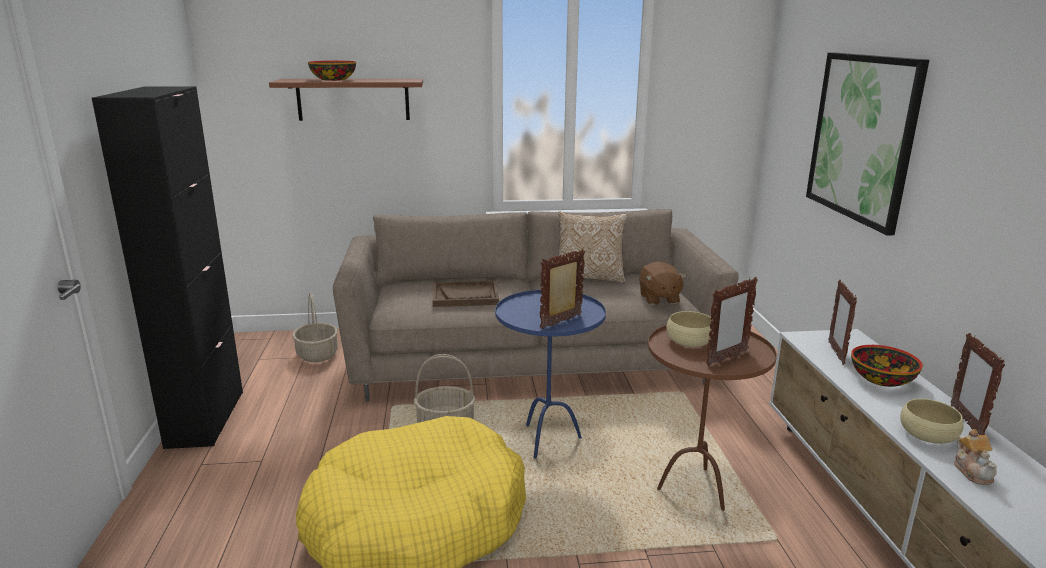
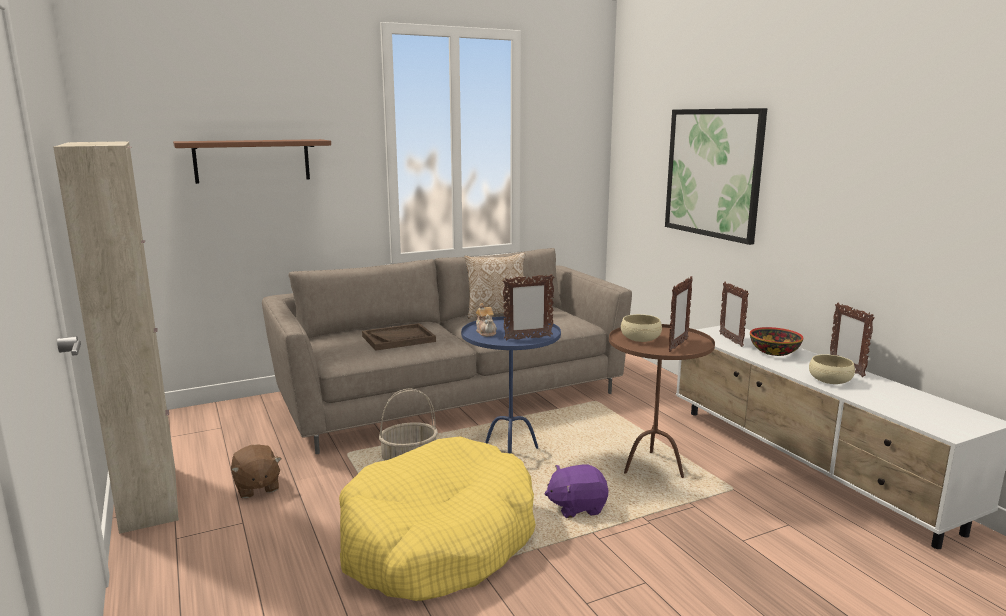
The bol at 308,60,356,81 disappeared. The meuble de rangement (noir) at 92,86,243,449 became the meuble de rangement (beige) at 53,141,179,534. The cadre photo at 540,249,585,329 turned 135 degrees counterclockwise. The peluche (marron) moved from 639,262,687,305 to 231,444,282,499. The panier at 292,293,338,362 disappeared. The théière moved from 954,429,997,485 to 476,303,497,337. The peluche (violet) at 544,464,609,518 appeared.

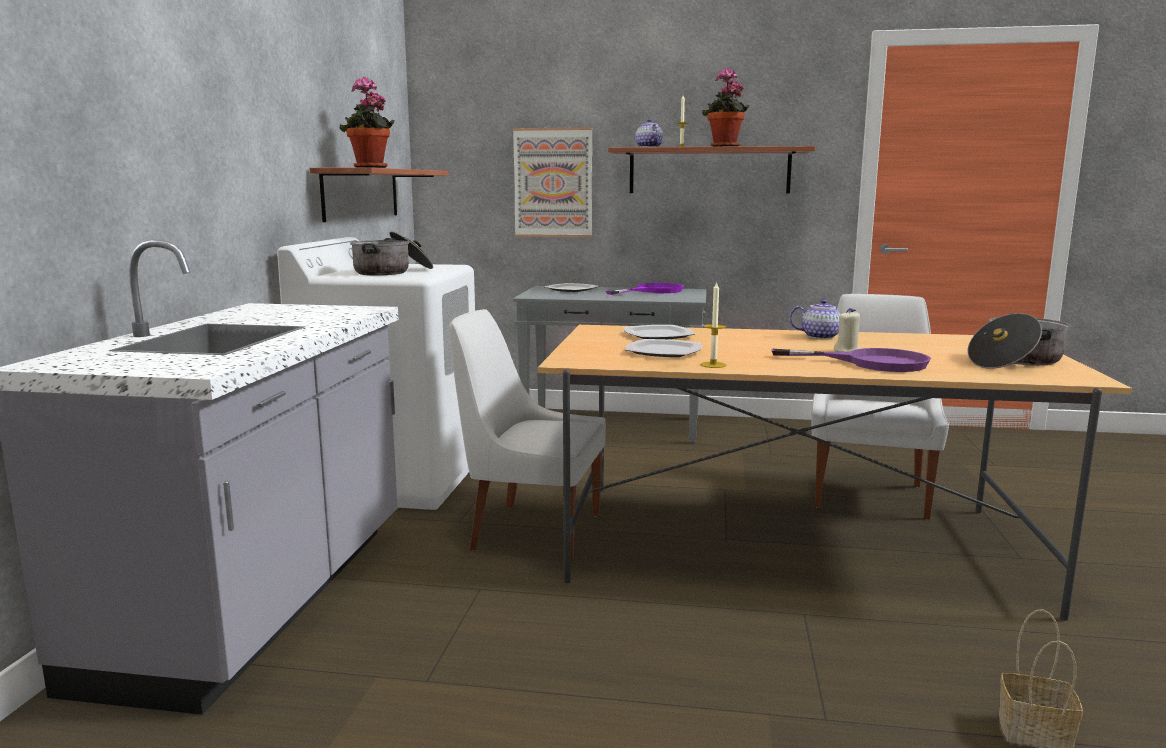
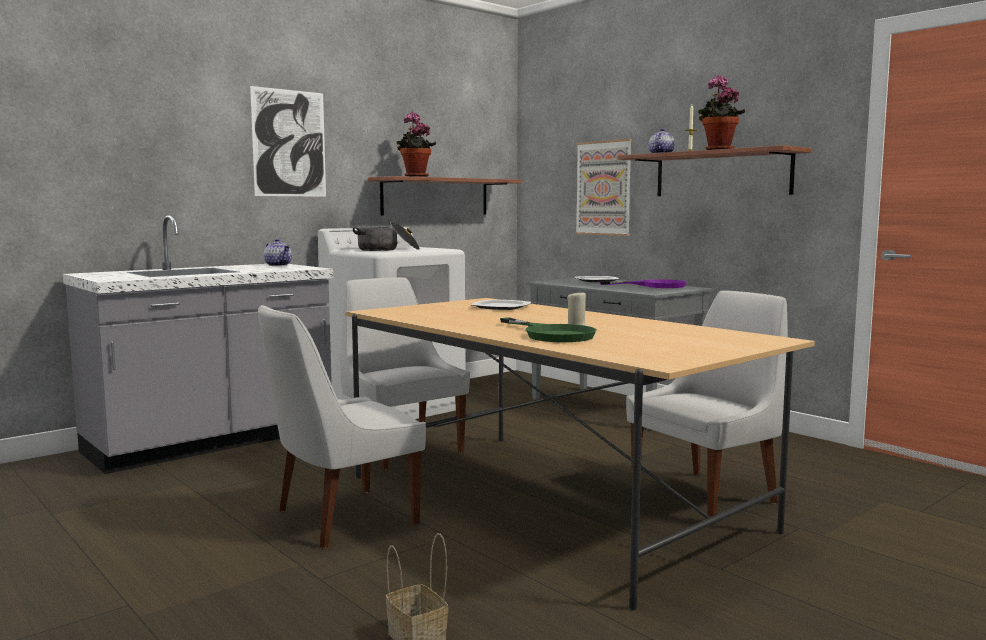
The bougie at 700,281,727,368 disappeared. The théière moved from 789,299,856,339 to 264,239,292,266. The marmite at 968,313,1070,369 disappeared. The assiette at 625,339,702,357 disappeared. The poêle (violet) at 771,348,931,372 became the poêle (vert) at 500,317,597,342. The tableau at 250,86,326,197 appeared. The chaise (blanc) at 258,305,426,548 appeared.

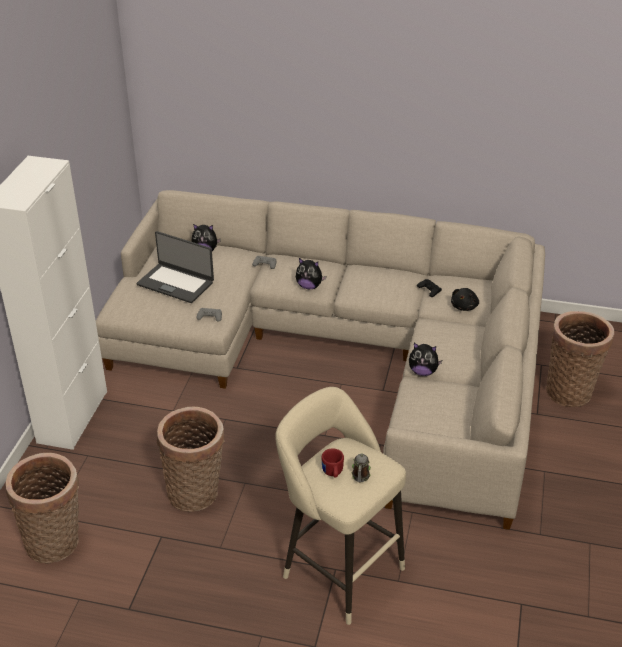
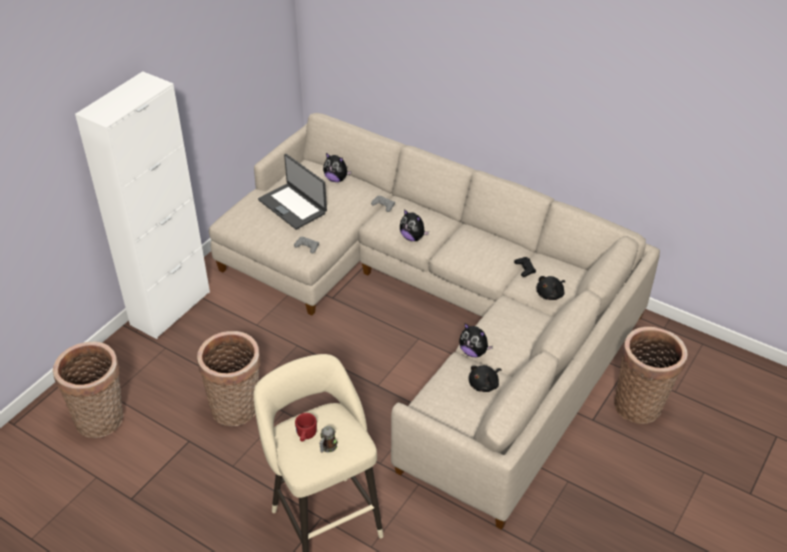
The peluche (noir) at 469,365,502,392 appeared.

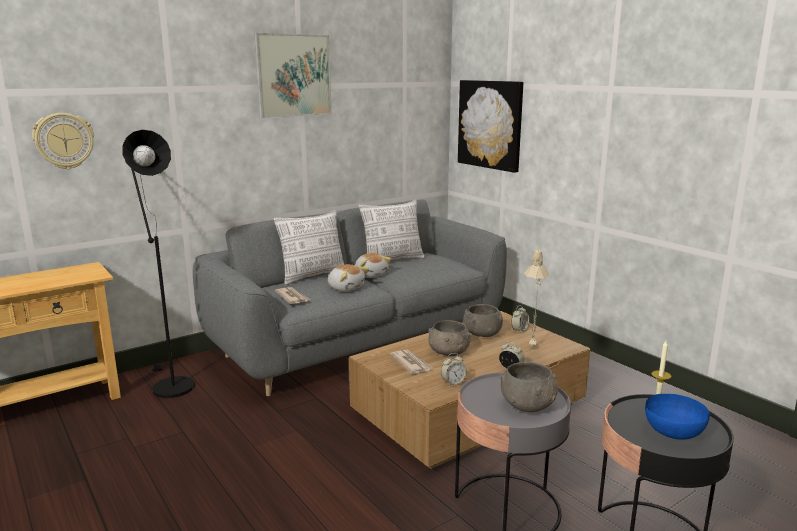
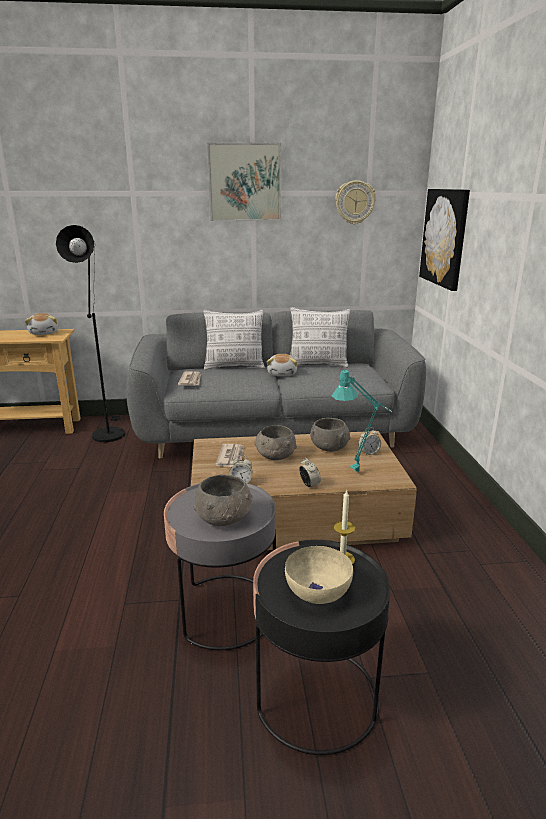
The horloge murale moved from 32,113,94,169 to 335,180,376,224. The lampe de table (beige) at 524,250,549,347 became the lampe de table (turquoise) at 332,370,392,474. The peluche moved from 328,264,369,291 to 25,313,58,335. The bol (bleu) at 645,394,710,440 became the bol (beige) at 285,546,353,604.

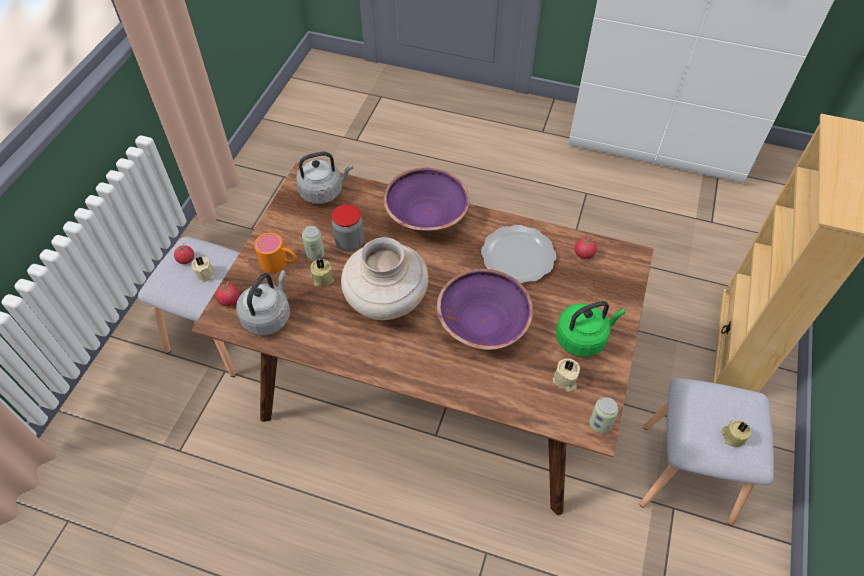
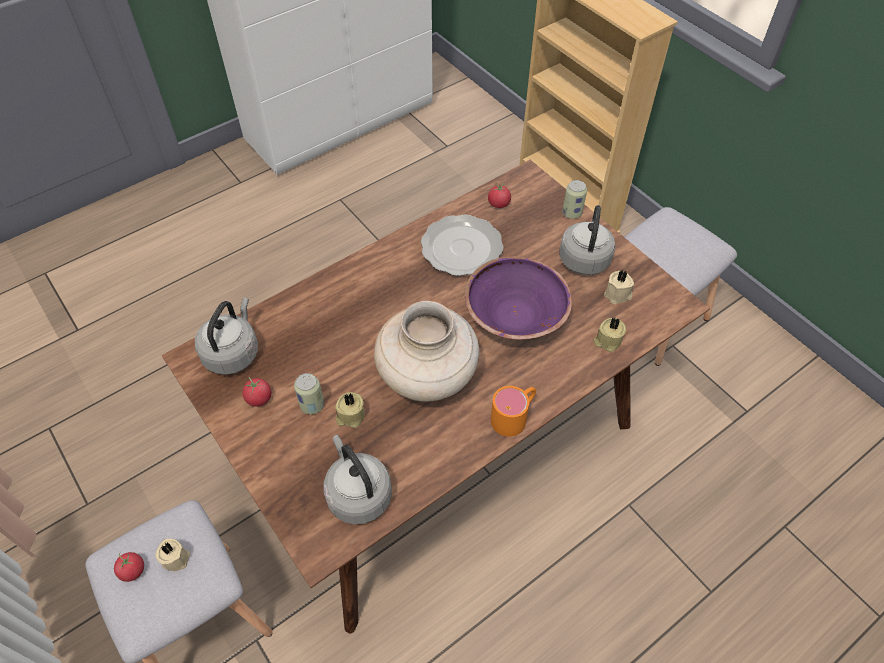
The bol (violet) at 383,168,469,231 disappeared. The bocal at 332,204,364,252 disappeared. The mug (orange) moved from 254,233,297,273 to 491,386,536,437. The tomate moved from 215,281,240,306 to 242,377,271,407. The bouilloire (vert) at 556,301,625,357 became the bouilloire (gris) at 559,205,615,275. The boîte métallique moved from 589,397,619,433 to 562,180,587,219. The bougie (beige) moved from 721,420,752,447 to 594,318,626,352.

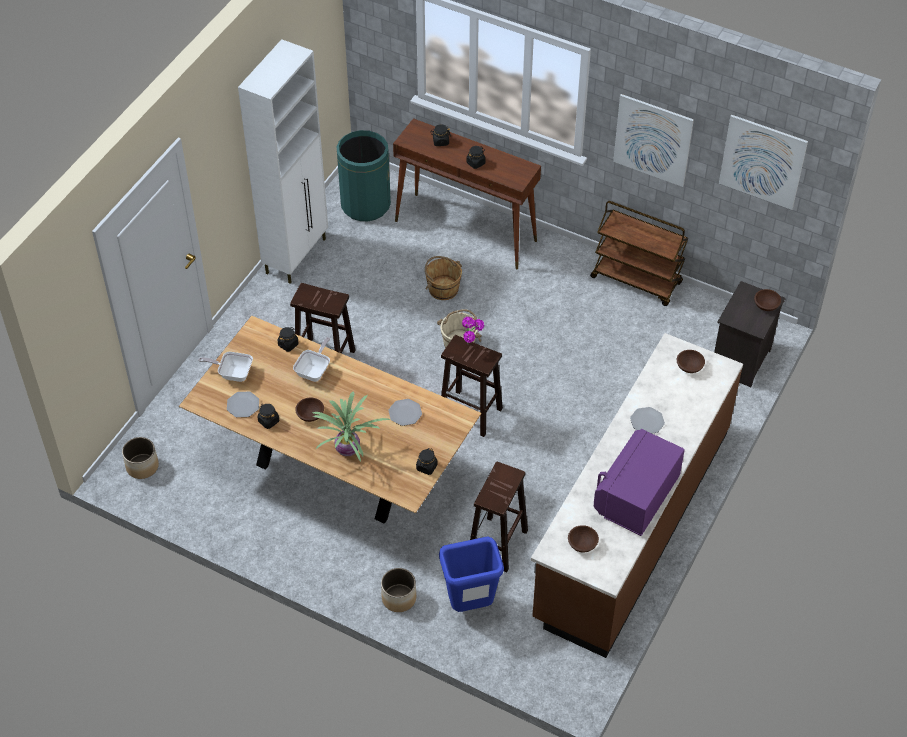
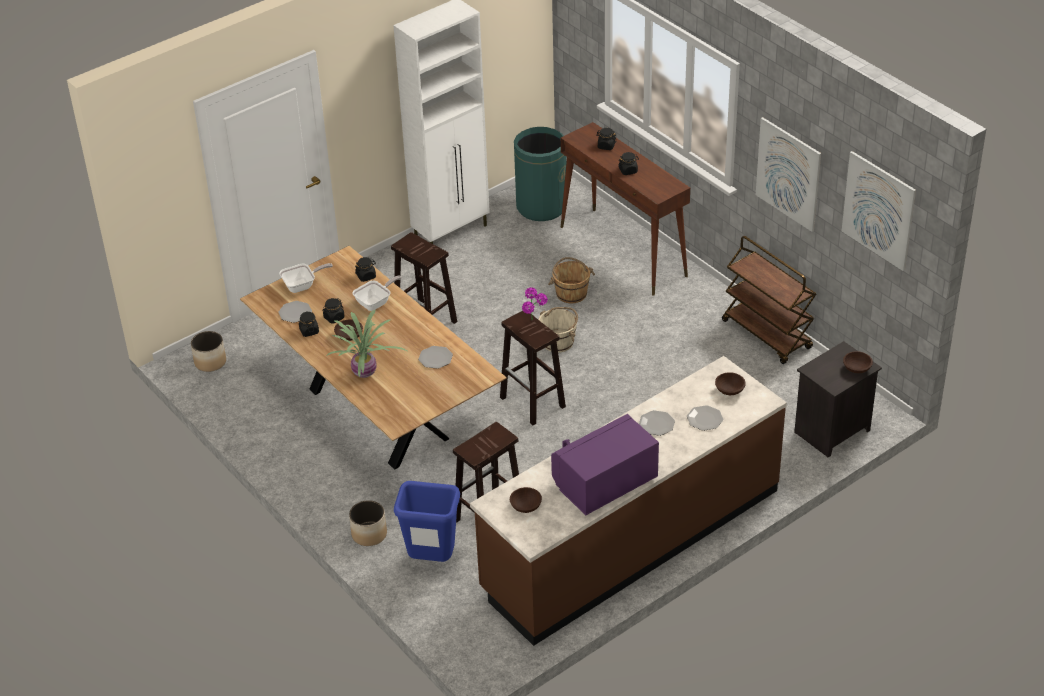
The poêle at 198,352,253,382 turned 120 degrees clockwise. The bocal (noir) moved from 416,448,438,475 to 322,298,345,324. The assiette at 687,405,723,431 appeared.

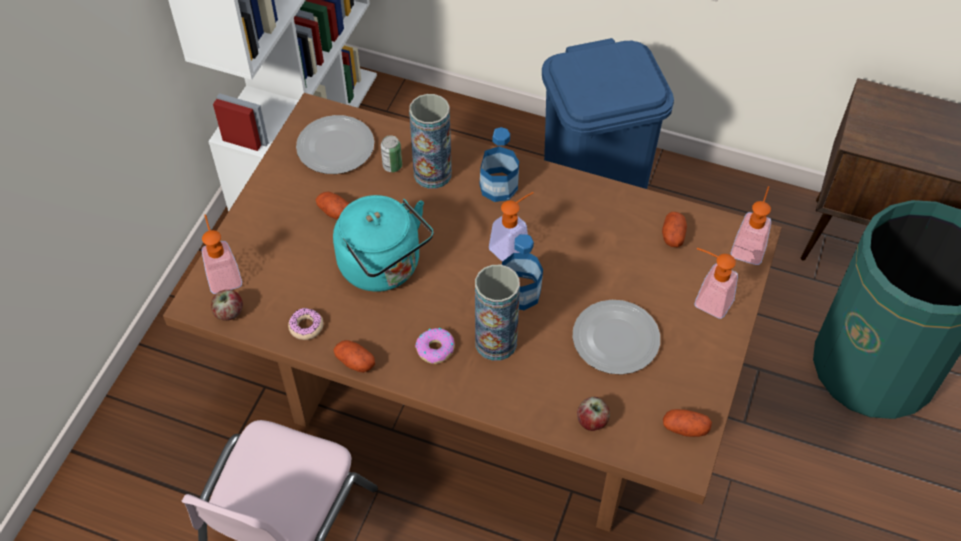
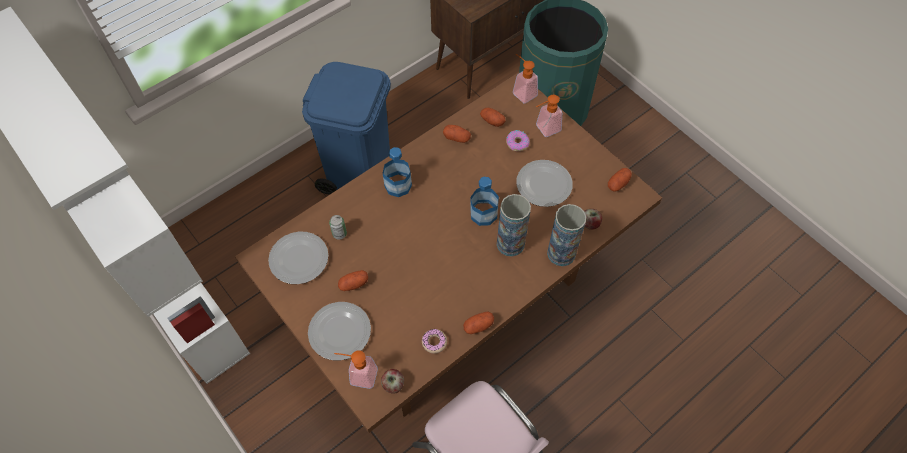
The vase moved from 409,94,452,189 to 547,204,586,266. The distributeur de savon at 489,192,534,262 disappeared. The bouilloire (turquoise) at 333,195,434,292 disappeared. The beignet moved from 415,328,455,364 to 506,130,530,151. The pomme de terre at 443,125,471,143 appeared. The assiette at 308,302,371,360 appeared.

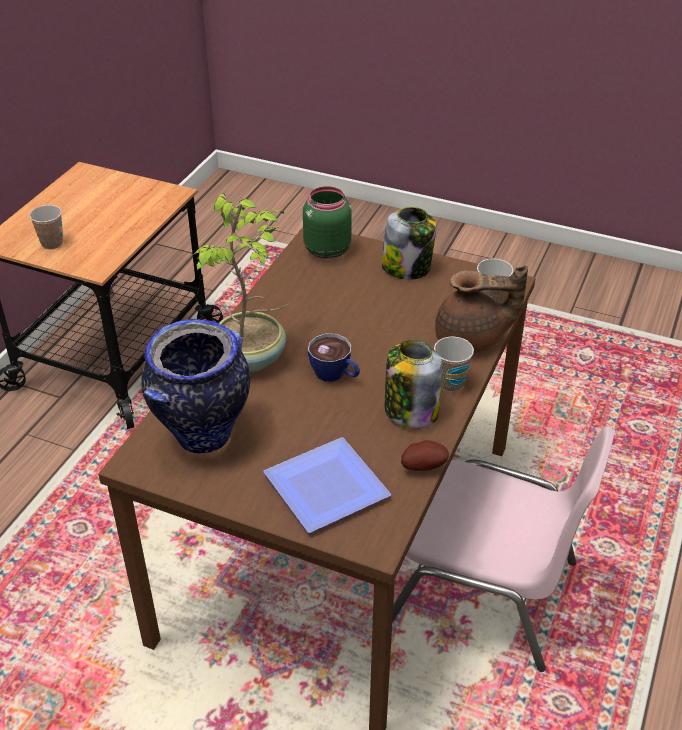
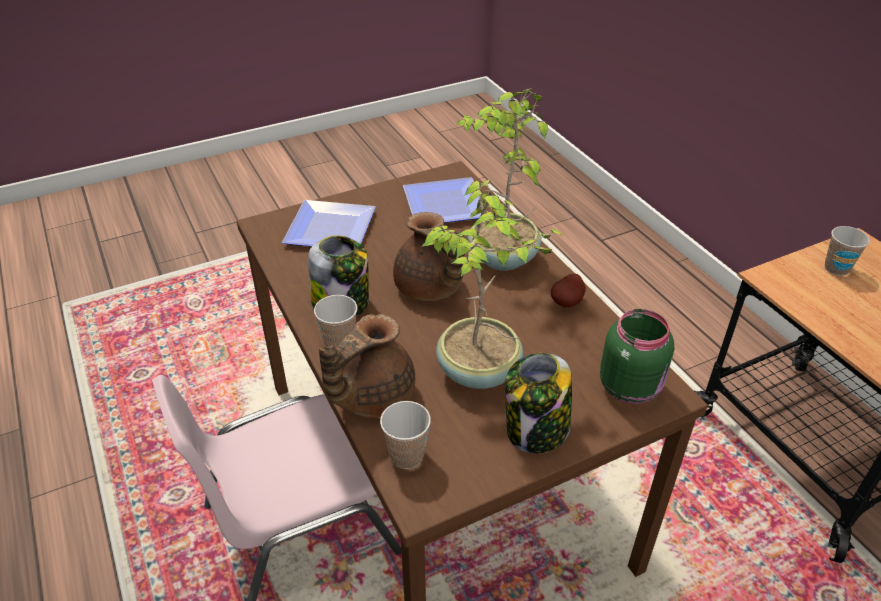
The vase at 141,319,250,454 was replaced by the assiette at 403,177,488,223. The tasse at 308,333,360,382 was replaced by the théière (marron) at 393,212,465,301. The pomme de terre moved from 401,440,449,471 to 551,274,586,308. The plante en pot at 421,180,562,389 appeared.

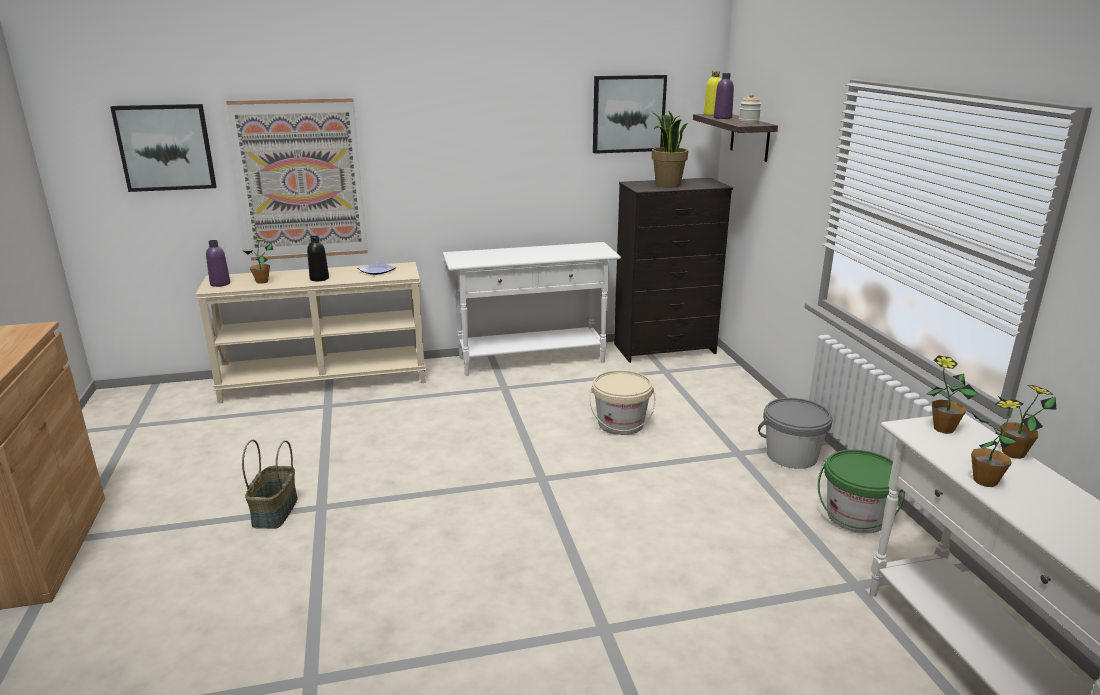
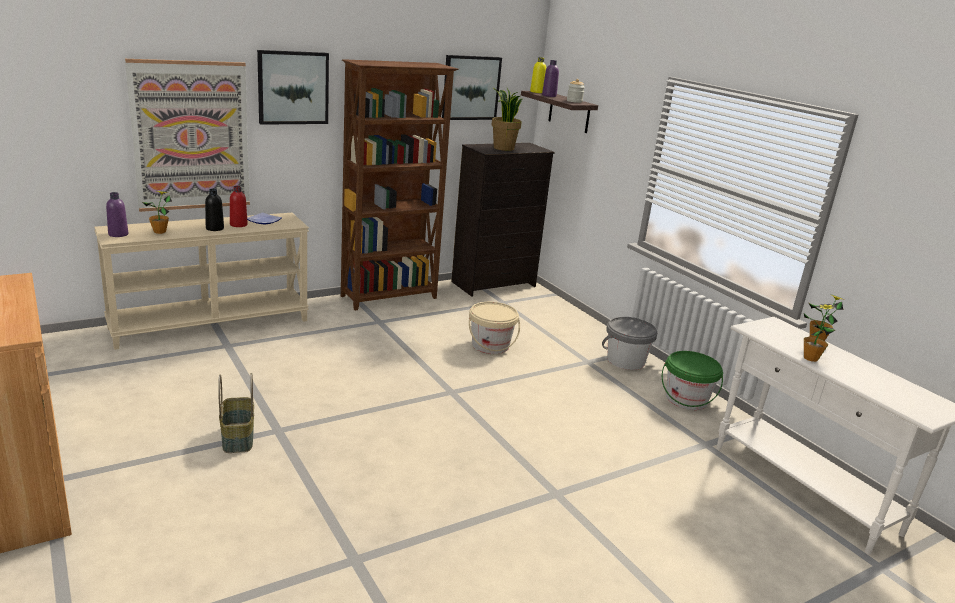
The tableau moved from 110,104,216,192 to 257,50,329,125. The table console (blanc) at 442,242,621,376 was replaced by the bibliothèque (marron) at 341,59,458,311. The plante en pot at 927,355,978,434 disappeared. The bouteille (rouge) at 230,186,248,227 appeared.

